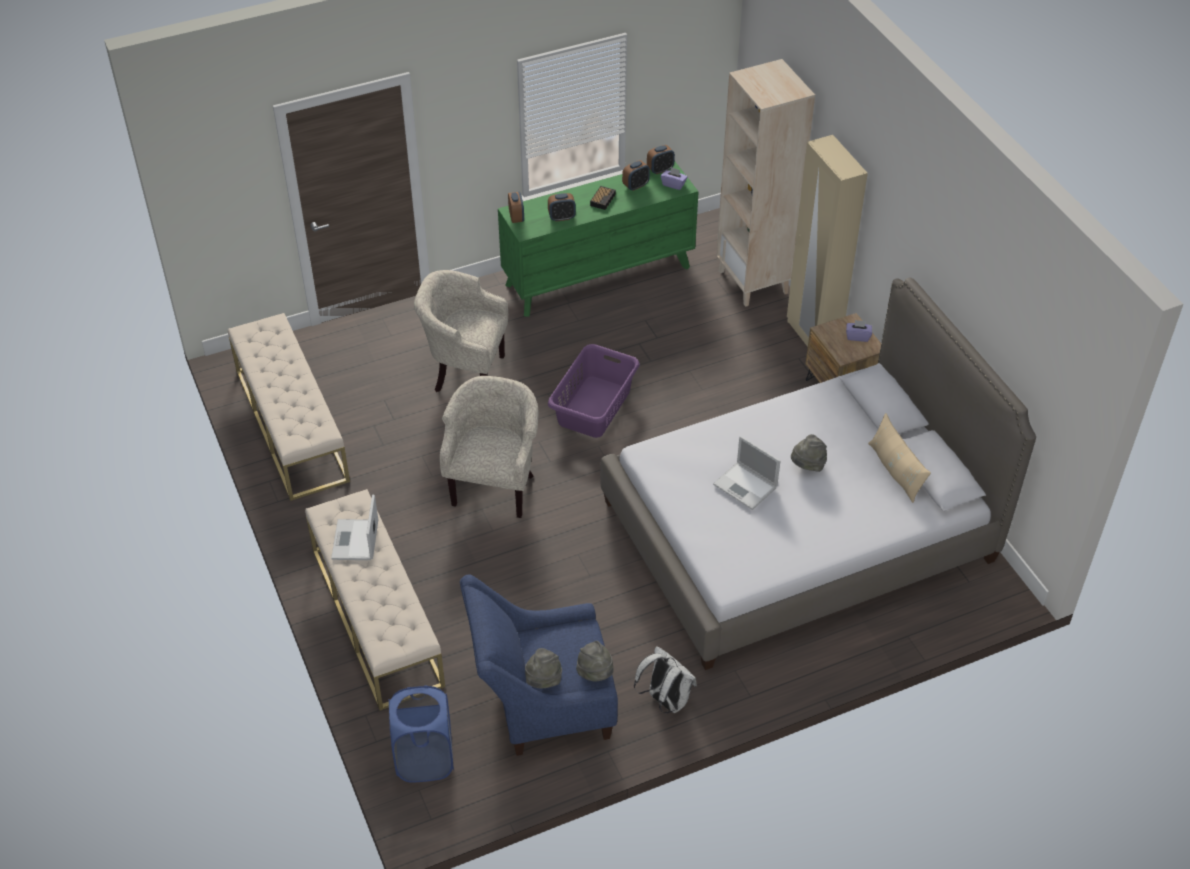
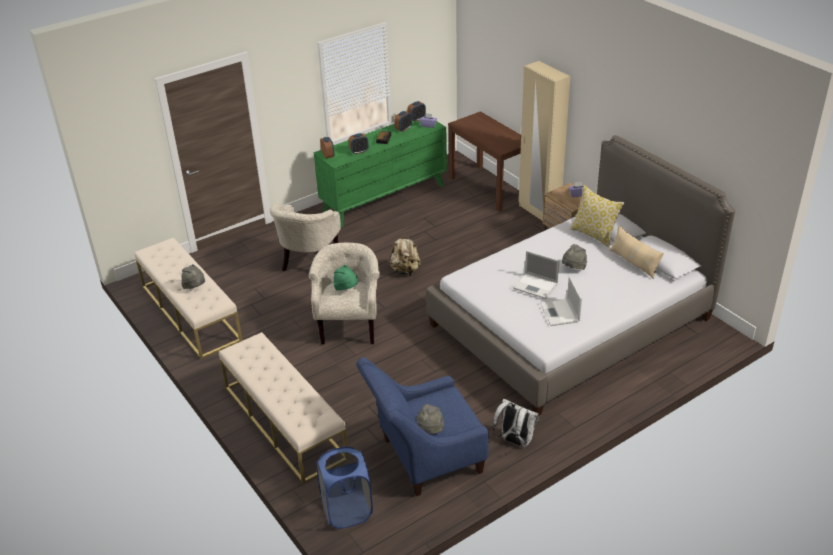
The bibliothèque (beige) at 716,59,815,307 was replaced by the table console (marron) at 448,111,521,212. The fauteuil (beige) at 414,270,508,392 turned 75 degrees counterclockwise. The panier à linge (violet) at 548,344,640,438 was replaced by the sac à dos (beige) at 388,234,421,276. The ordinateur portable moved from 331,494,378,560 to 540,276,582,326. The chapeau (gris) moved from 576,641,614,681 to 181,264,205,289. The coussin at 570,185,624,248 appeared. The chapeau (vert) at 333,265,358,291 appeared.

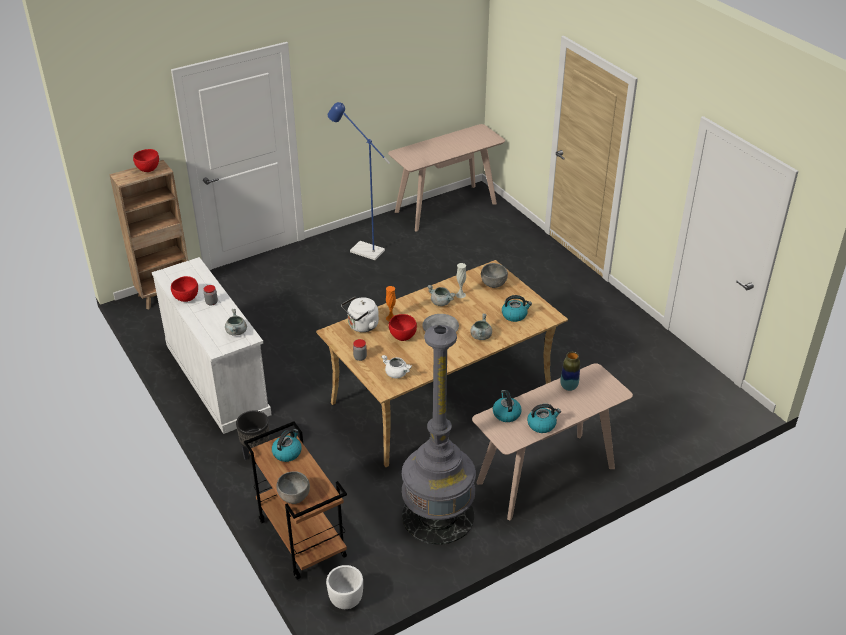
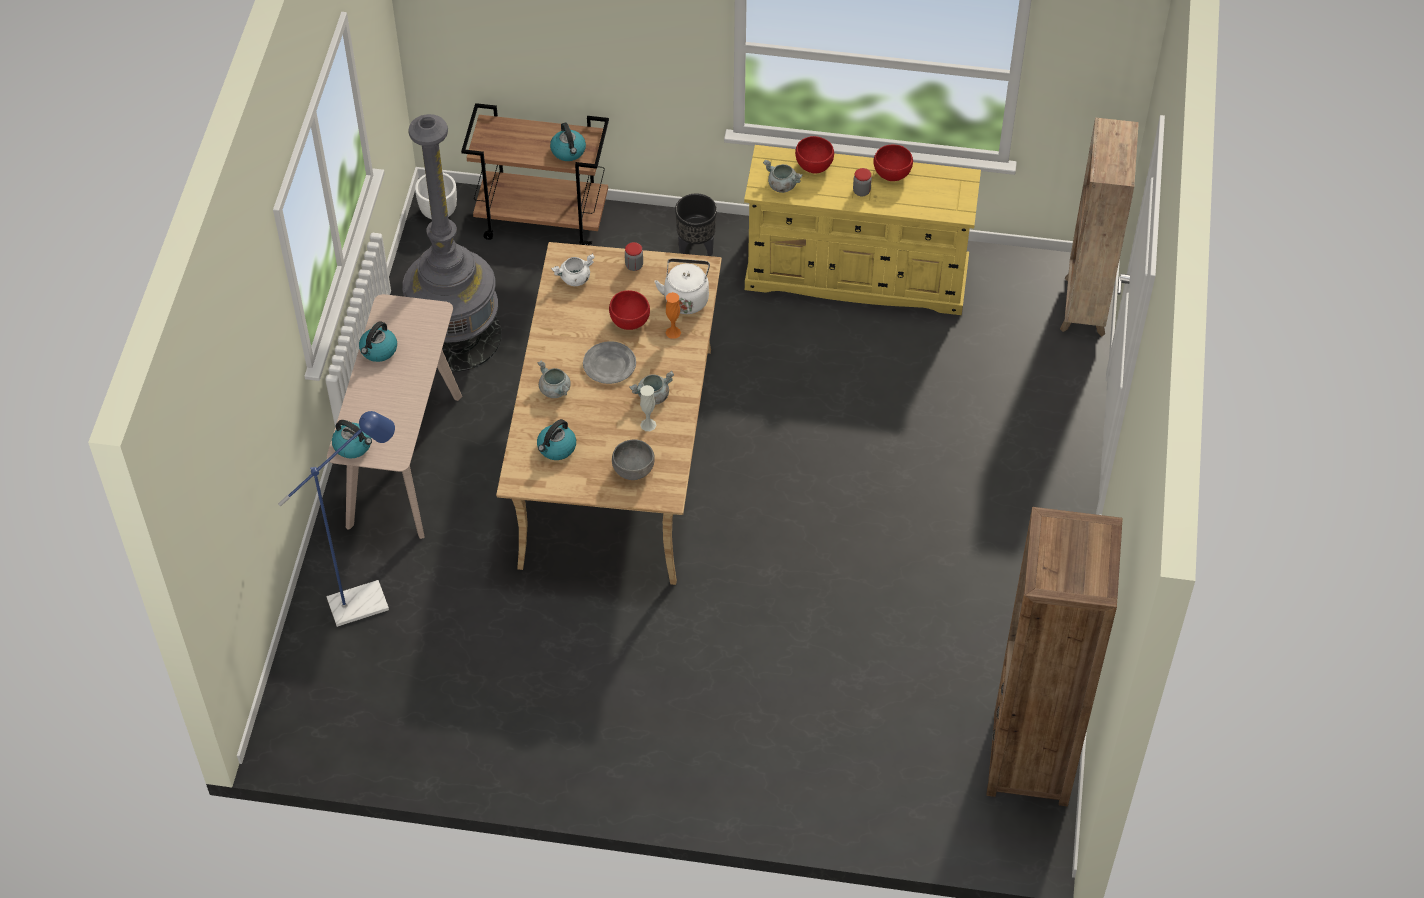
The lampadaire (bleu) moved from 328,102,390,260 to 278,411,395,627. The table console (beige) at 388,124,505,232 was replaced by the bibliothèque (marron) at 986,507,1123,807. The bol (rouge) moved from 133,149,159,172 to 795,136,834,174. The commode (blanc) at 152,257,272,434 became the commode (jaune) at 744,145,981,315. The vase at 560,352,580,391 disappeared. The bouilloire moved from 493,390,522,422 to 332,420,372,459. The bol (gris) at 276,471,310,504 disappeared.

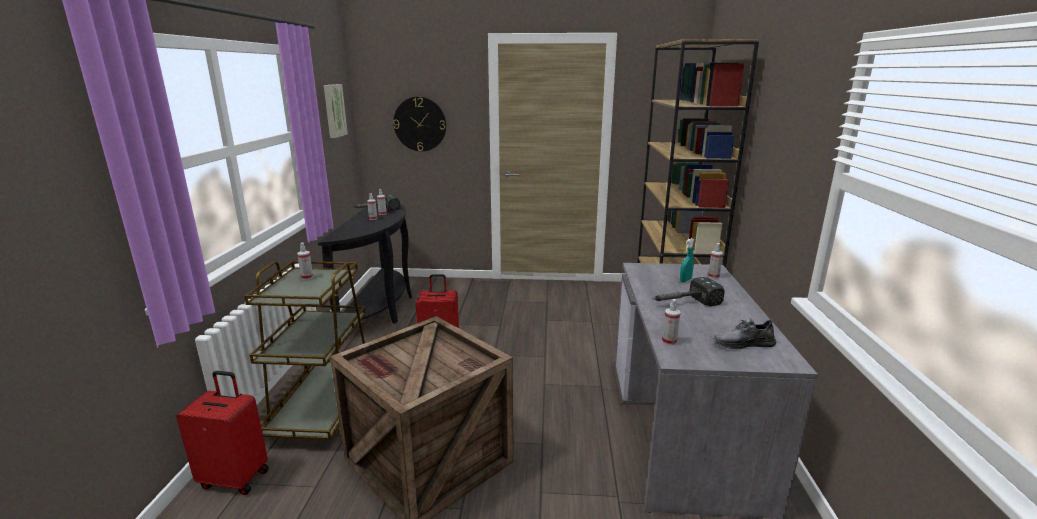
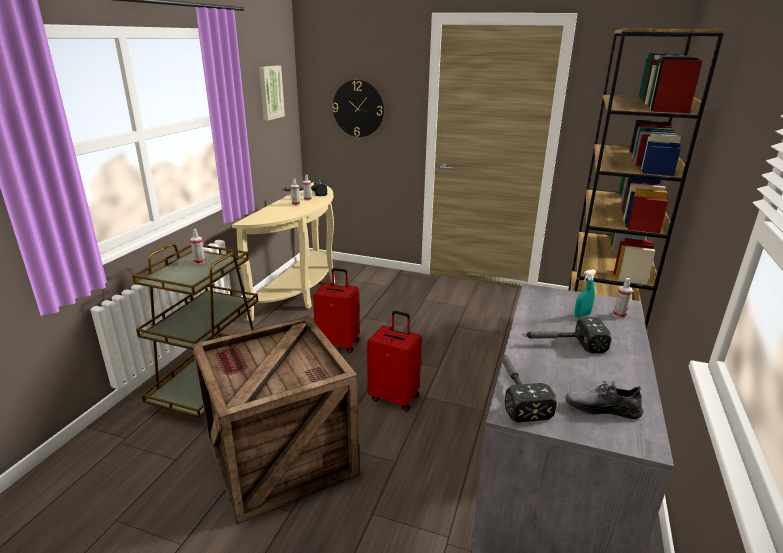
The table console (noir) at 318,200,412,324 became the table console (beige) at 232,182,335,321. The vaporisateur at 662,299,680,345 was replaced by the marteau at 500,354,557,422. The valise (rouge) moved from 176,371,269,495 to 367,311,422,412.

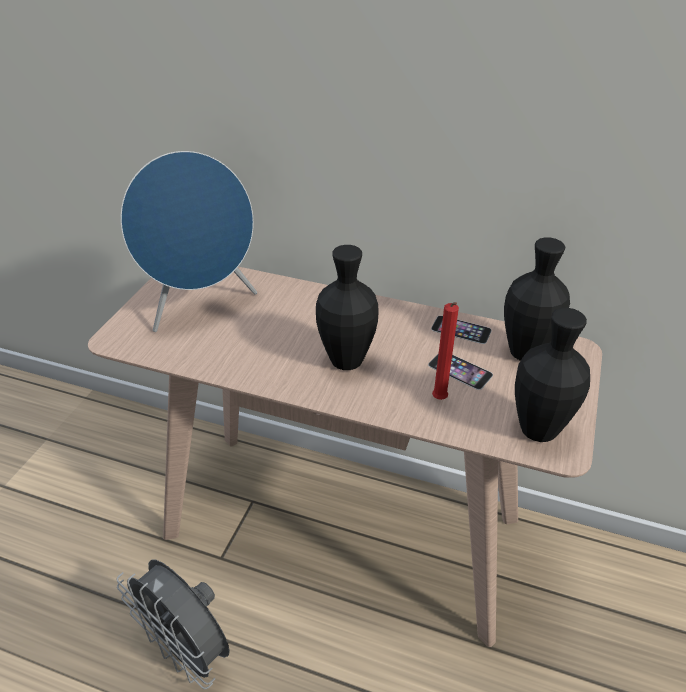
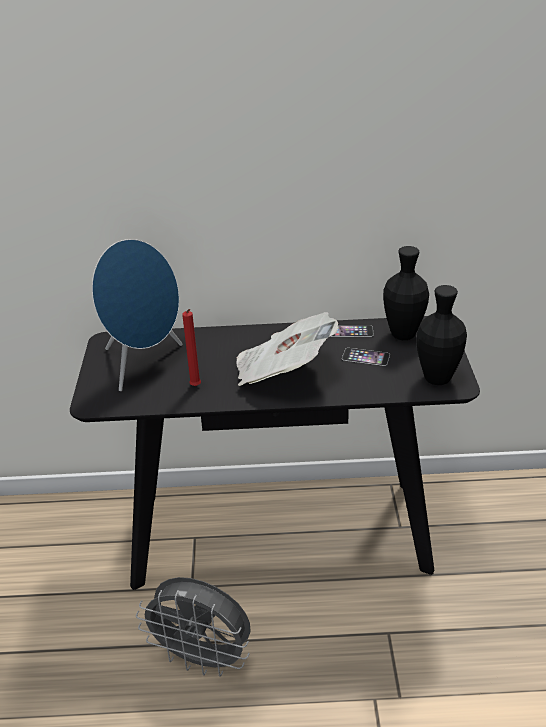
The vase (noir) at 316,245,379,370 was replaced by the journal at 236,312,338,386. The table console (beige) at 88,267,602,647 became the table console (noir) at 70,316,480,590. The bougie (rouge) moved from 432,302,459,400 to 182,309,201,386.

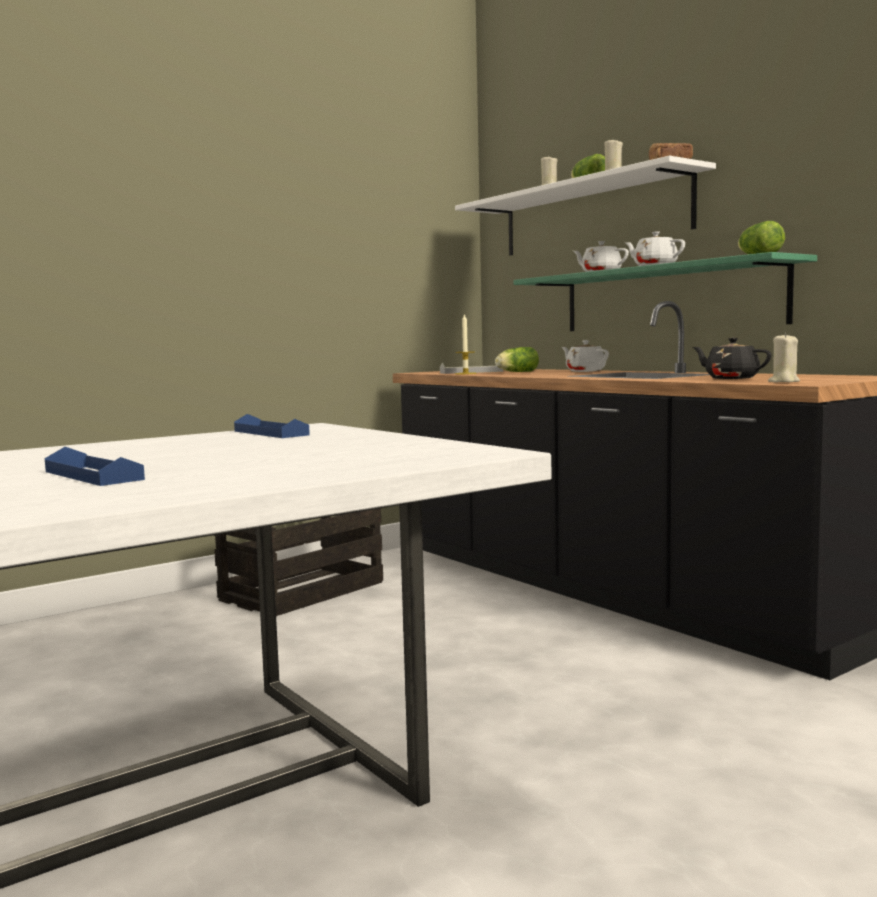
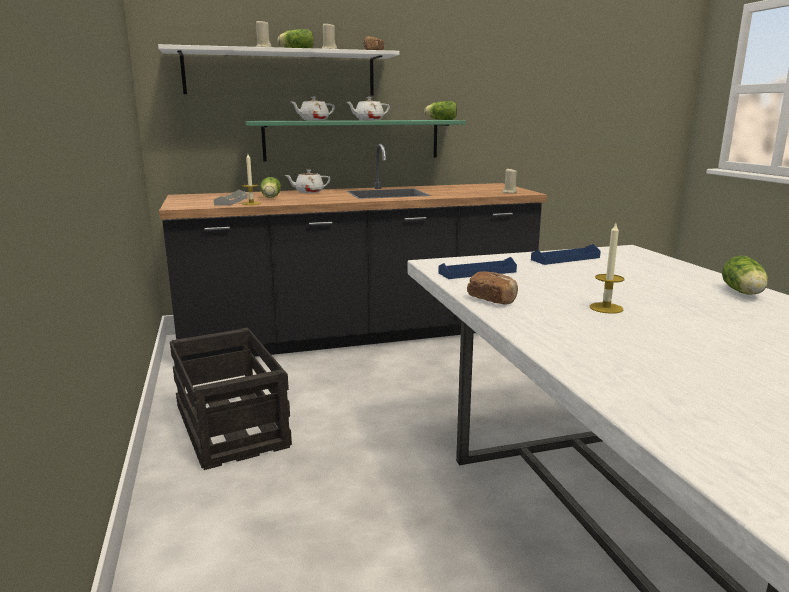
The théière (noir) at 692,338,772,379 disappeared. The plateau (bleu) moved from 45,447,145,486 to 531,244,601,265. The bougie at 590,223,625,314 appeared. The laitue at 722,256,768,295 appeared. The pain at 467,272,518,305 appeared.

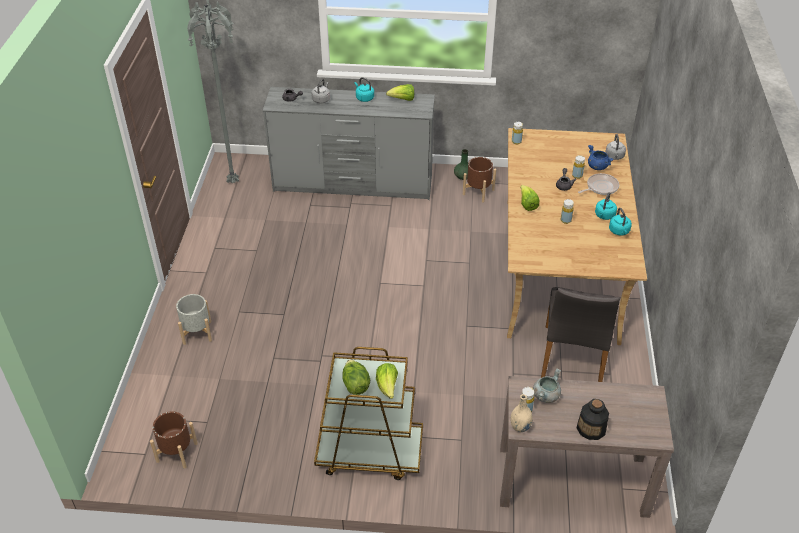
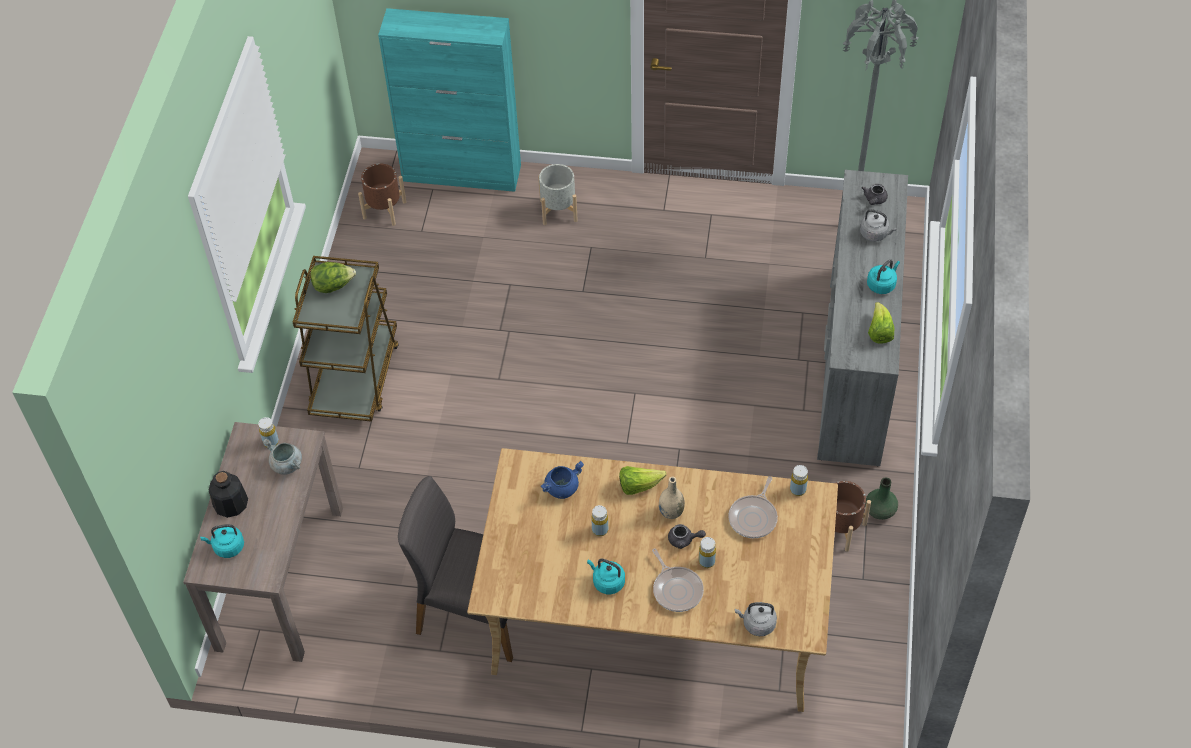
The marmite (bleu) moved from 588,145,614,170 to 541,461,584,499. The bouilloire (turquoise) moved from 609,208,632,235 to 200,524,244,558. The laitue at 376,363,398,399 disappeared. The vase (beige) moved from 511,394,533,432 to 659,477,685,519. The meuble de rangement (turquoise) at 378,8,521,192 appeared. The poêle at 728,476,778,538 appeared.

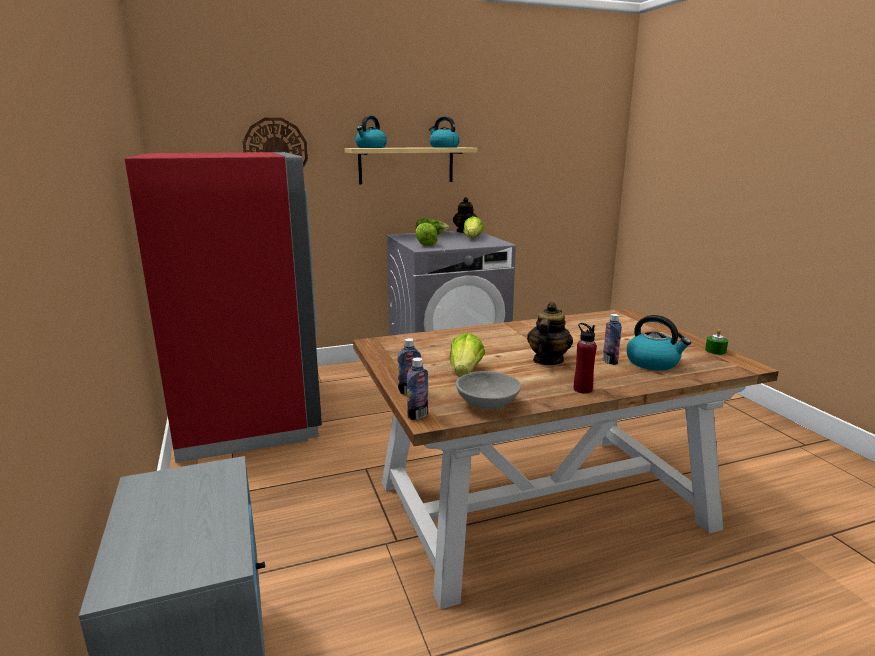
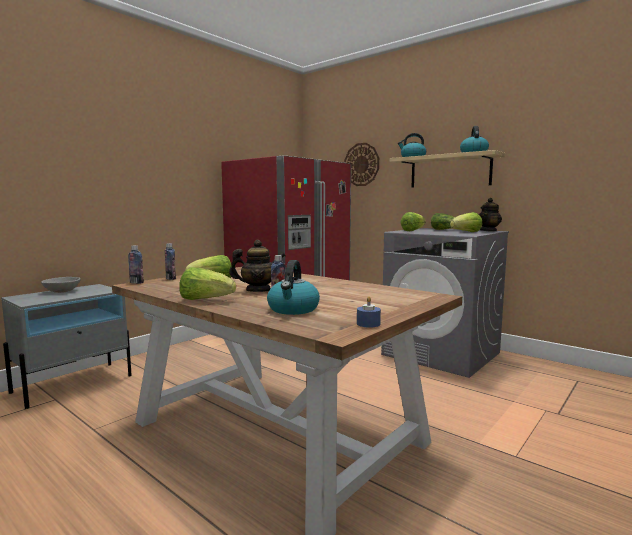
The bouteille (rouge) at 574,323,597,394 was replaced by the laitue at 179,267,236,300. The bougie (vert) at 705,329,728,355 became the bougie (bleu) at 357,296,381,328. The bol (gris) moved from 456,371,521,410 to 41,277,81,293.

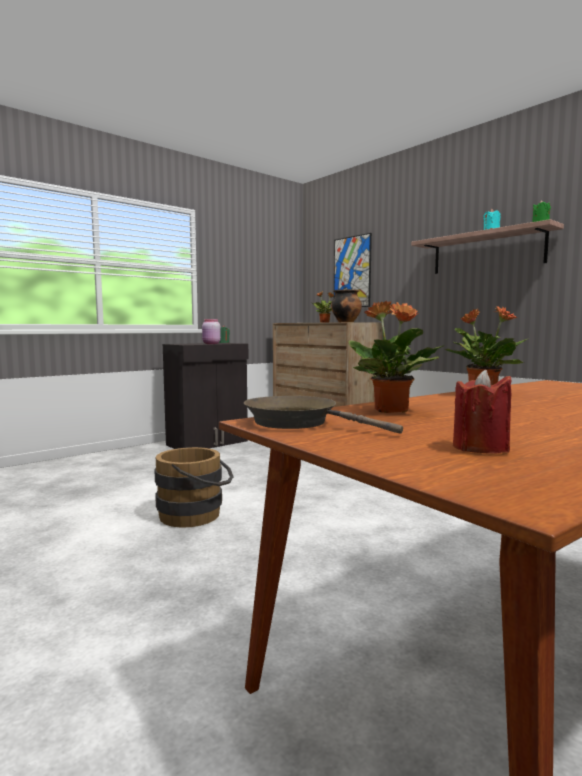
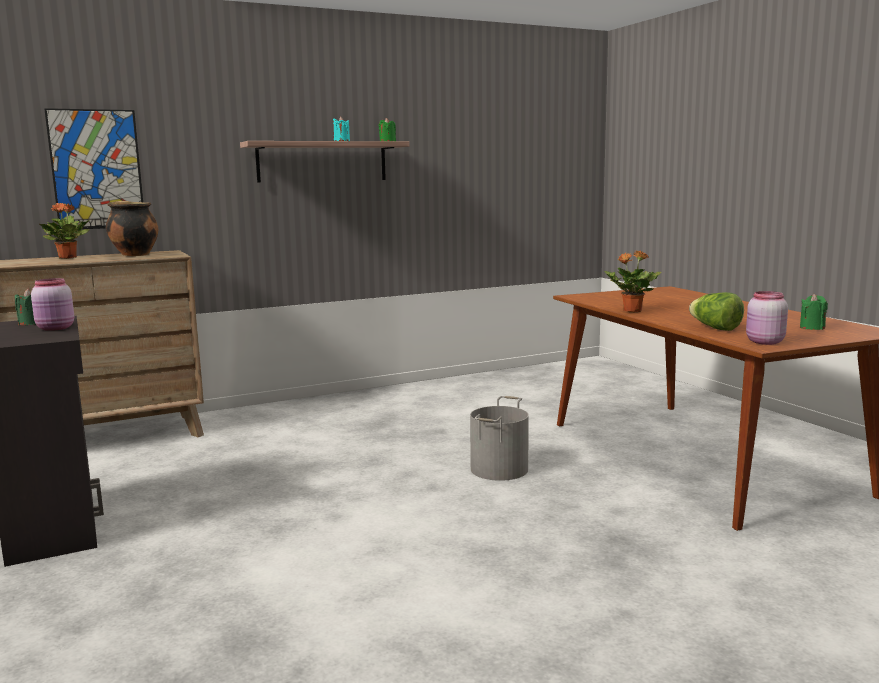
The plante en pot at 348,301,444,413 was replaced by the laitue at 689,292,744,331. The bougie (rouge) at 453,369,512,454 became the bougie (vert) at 800,294,828,330. The poêle (marron) at 244,396,403,434 was replaced by the bocal (rose) at 746,291,788,345. The seau (marron) at 154,447,234,528 disappeared. The seau (gris) at 470,396,529,481 appeared.

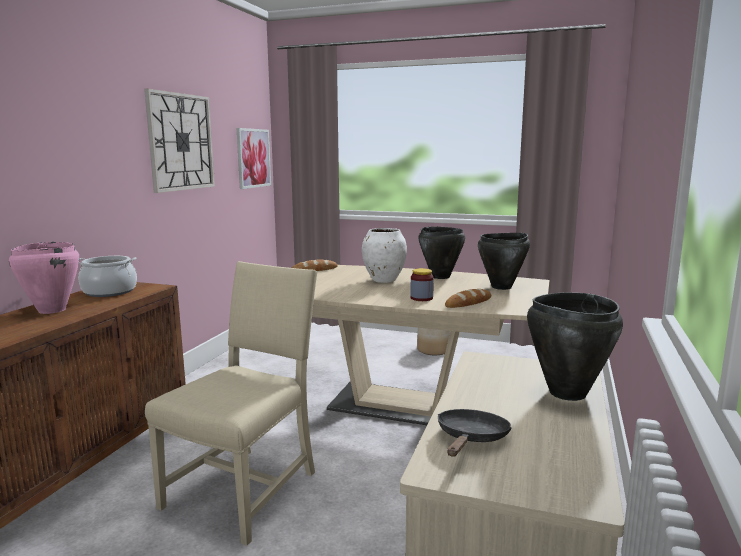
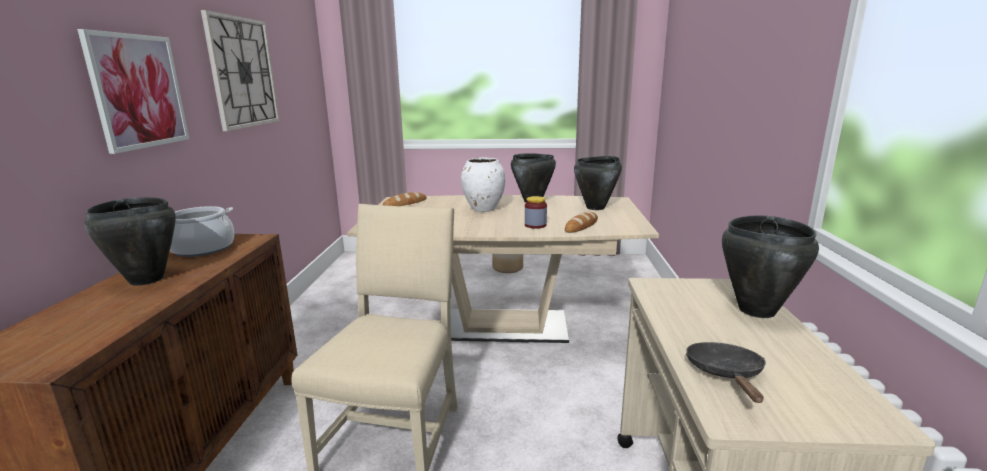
The tableau moved from 236,128,271,189 to 77,29,189,154. The marmite (rose) at 9,242,80,314 became the marmite (noir) at 84,197,176,286.

